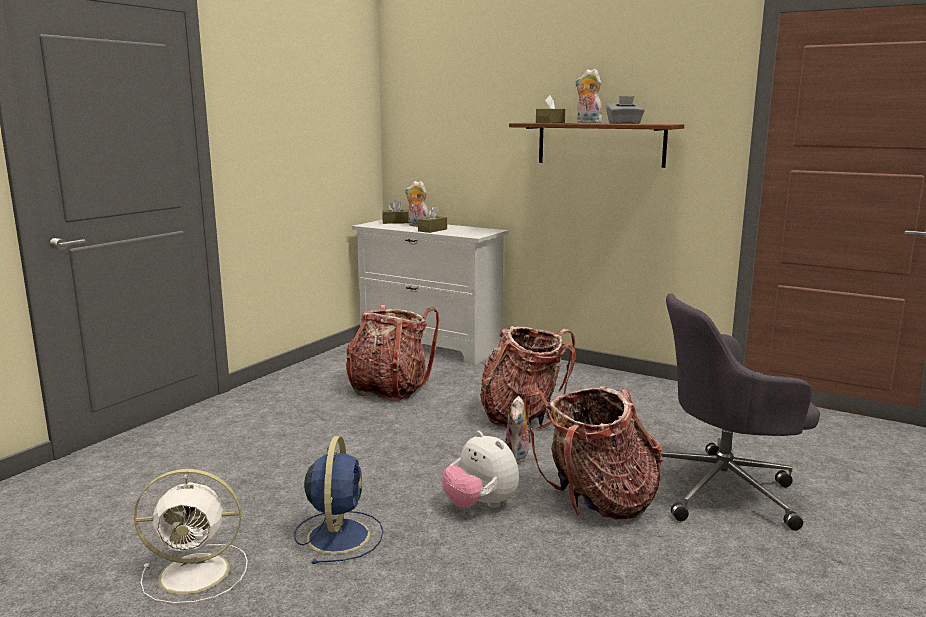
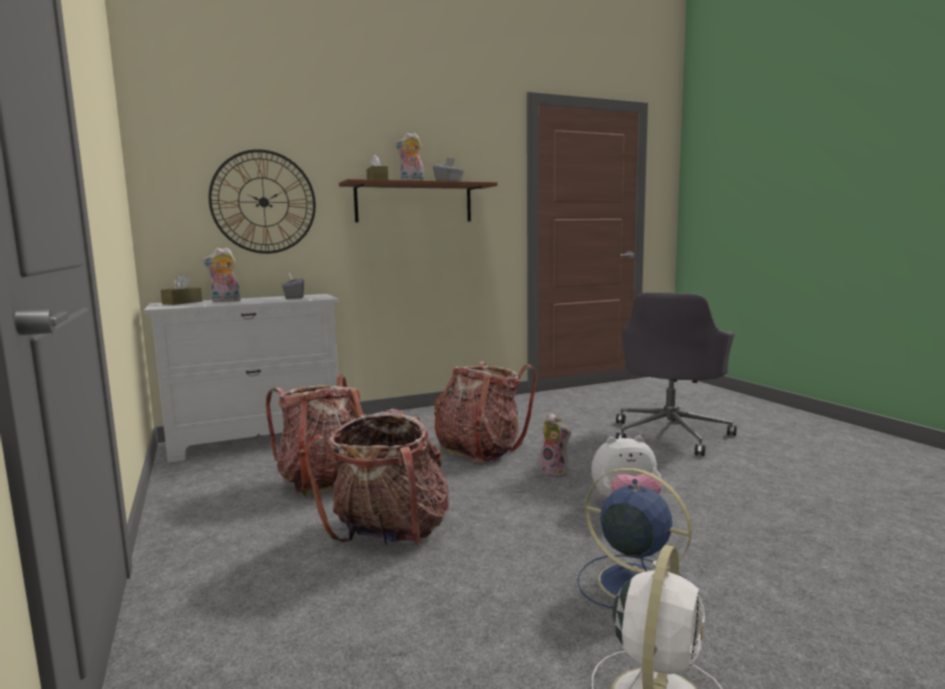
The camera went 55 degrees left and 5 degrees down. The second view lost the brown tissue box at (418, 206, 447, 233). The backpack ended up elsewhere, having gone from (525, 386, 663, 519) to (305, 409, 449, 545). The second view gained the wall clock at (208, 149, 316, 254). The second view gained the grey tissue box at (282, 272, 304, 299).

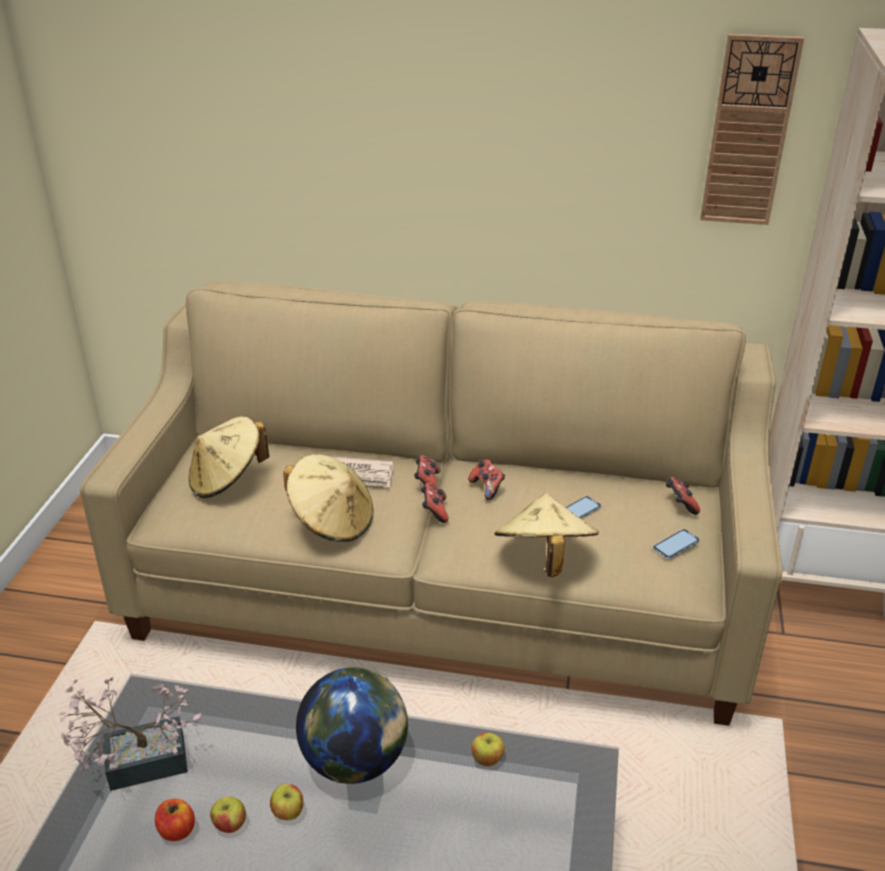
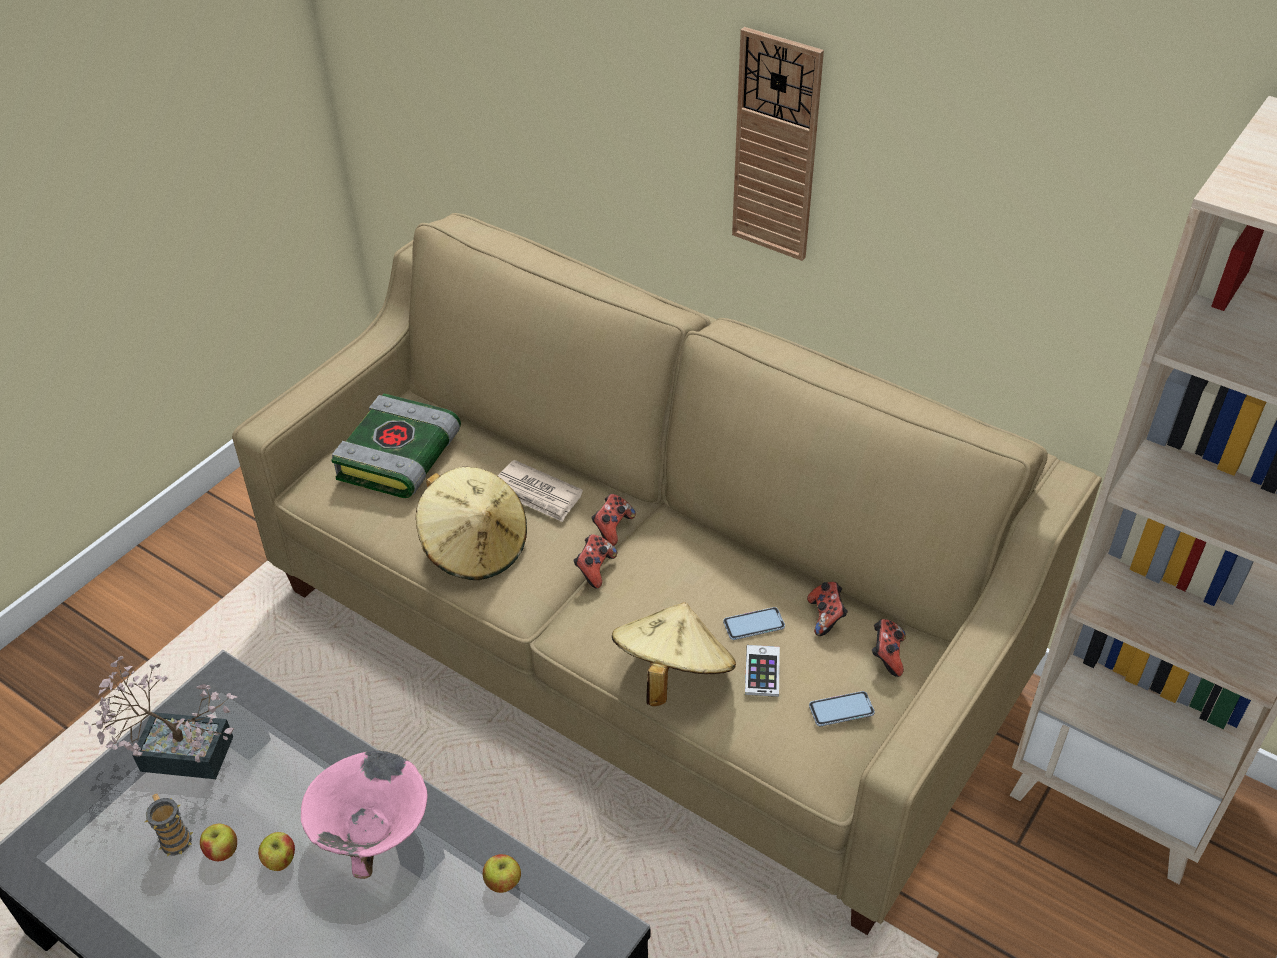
The camera went 25 degrees right and 10 degrees up. Where the apple stood at (155, 798, 195, 841), the mug came to stand at (145, 793, 193, 857). Where the beige hat stood at (189, 417, 269, 498), the book came to stand at (331, 393, 461, 498). Where the globe stood at (296, 667, 408, 784), the pink bowl came to stand at (301, 751, 428, 879). The game controller ended up elsewhere, having gone from (468, 459, 505, 500) to (807, 582, 848, 636). The wall clock ended up elsewhere, having gone from (700, 34, 804, 225) to (732, 27, 824, 261). The second view gained the phone at (745, 645, 780, 697).

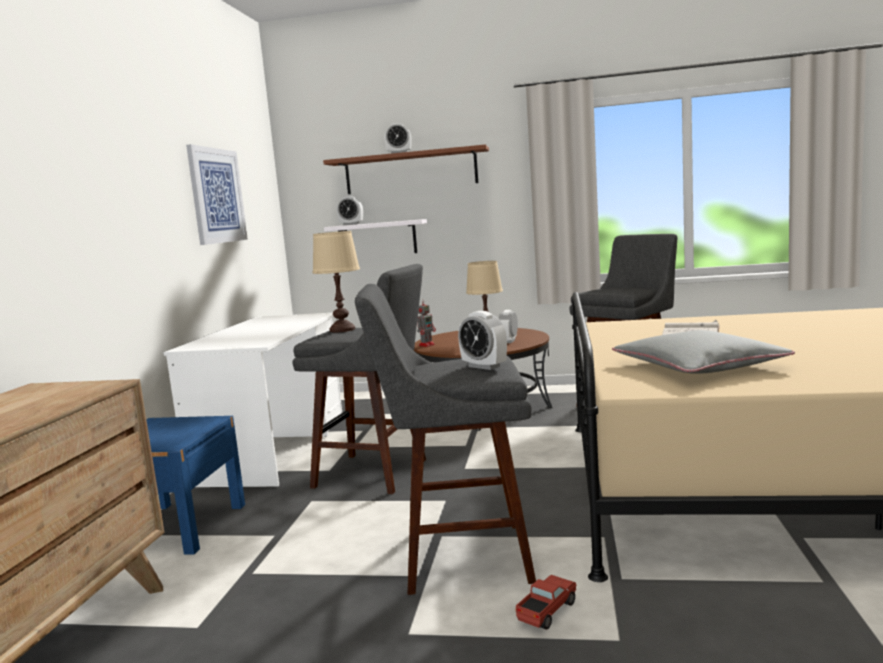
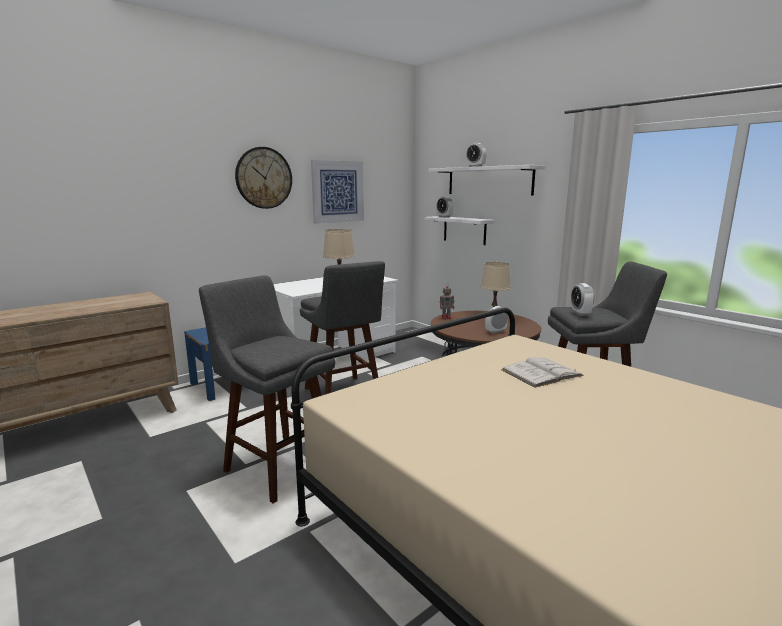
The camera went 40 degrees right and 5 degrees up. What was the brown shelf at (323, 145, 489, 194) turned into the white shelf at (428, 165, 545, 196). The alarm clock ended up elsewhere, having gone from (458, 311, 507, 370) to (571, 283, 594, 316). The second view lost the toy truck at (516, 575, 576, 630). The second view lost the grey pillow at (612, 330, 795, 374). The second view gained the wall clock at (235, 147, 292, 209).

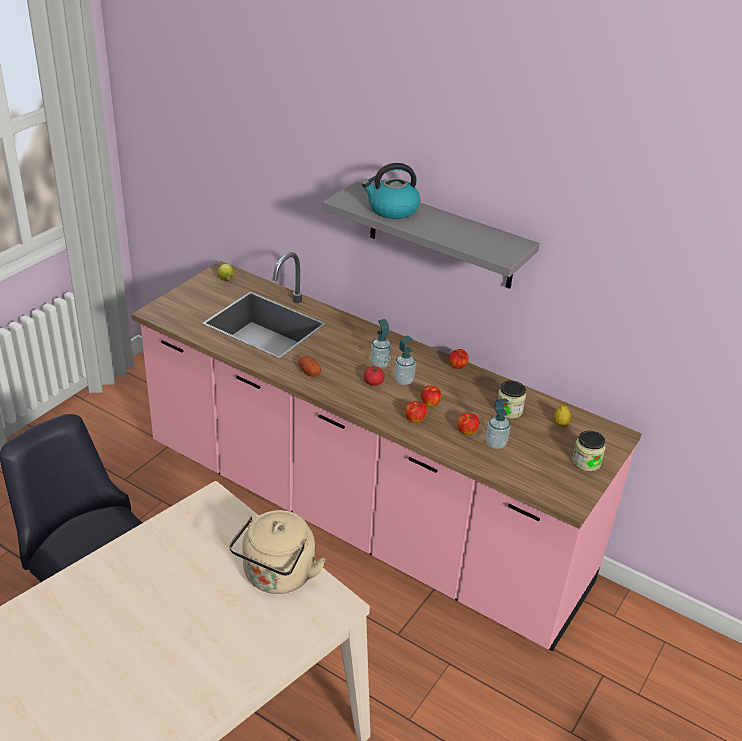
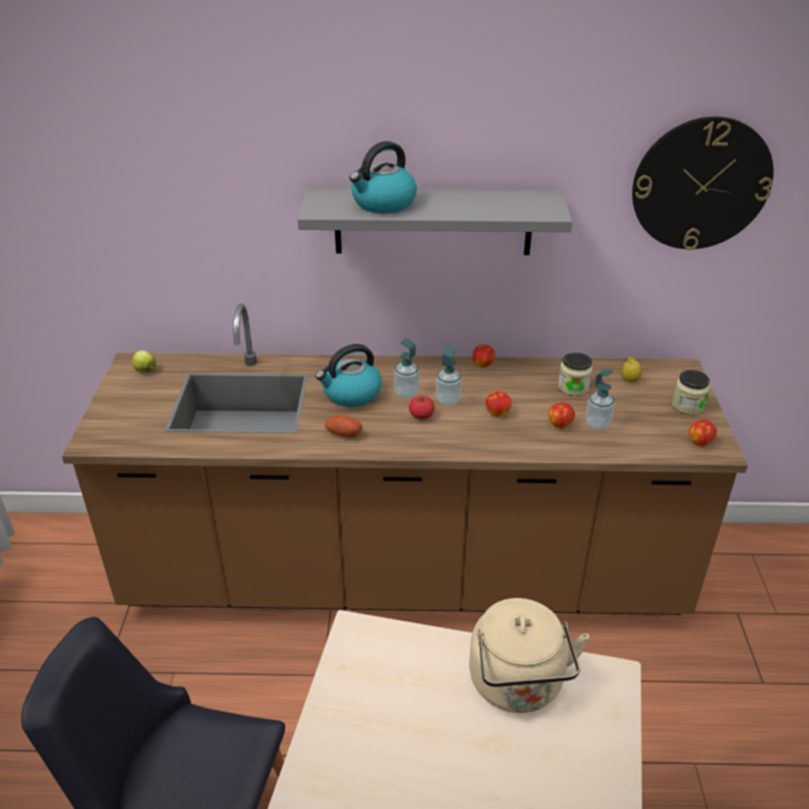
The camera went 30 degrees left and 0 degrees up. What was the pink counter at (131, 252, 642, 652) turned into the brown counter at (62, 304, 748, 615). The apple ended up elsewhere, having gone from (405, 401, 427, 423) to (689, 420, 717, 447). The second view gained the kettle at (315, 344, 382, 407). The second view gained the wall clock at (632, 117, 774, 250).

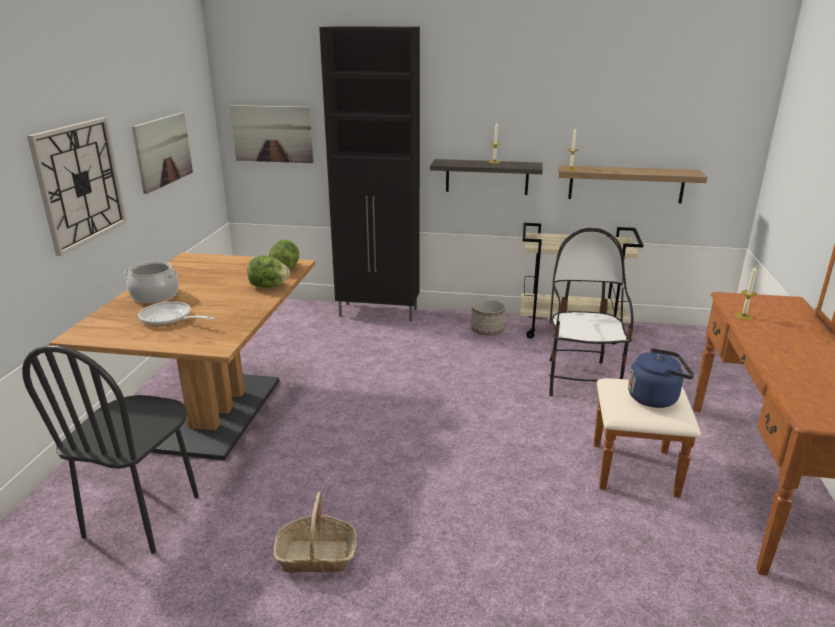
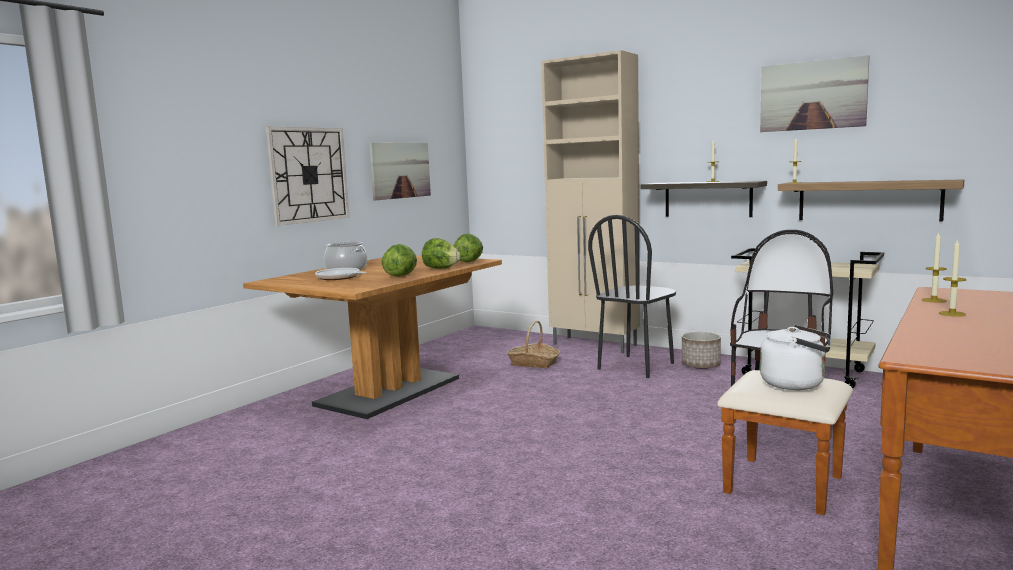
The camera went 25 degrees right and 15 degrees down. The black chair ended up elsewhere, having gone from (22, 345, 199, 554) to (588, 215, 676, 378). The picture ended up elsewhere, having gone from (230, 105, 314, 163) to (760, 55, 870, 132). The basket ended up elsewhere, having gone from (274, 492, 357, 573) to (507, 321, 560, 368). What was the black cabinet at (319, 26, 420, 322) turned into the beige cabinet at (541, 50, 640, 353). What was the blue kettle at (628, 348, 694, 408) turned into the white kettle at (760, 325, 831, 390). The second view gained the lettuce at (382, 244, 417, 277). The second view gained the candle at (939, 239, 966, 317).

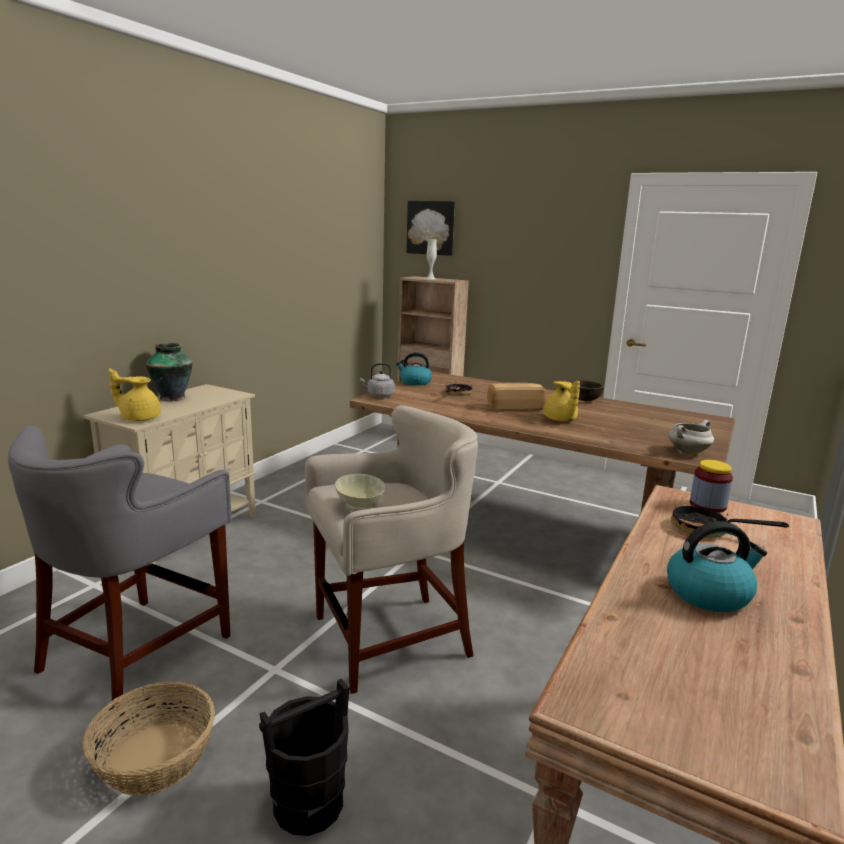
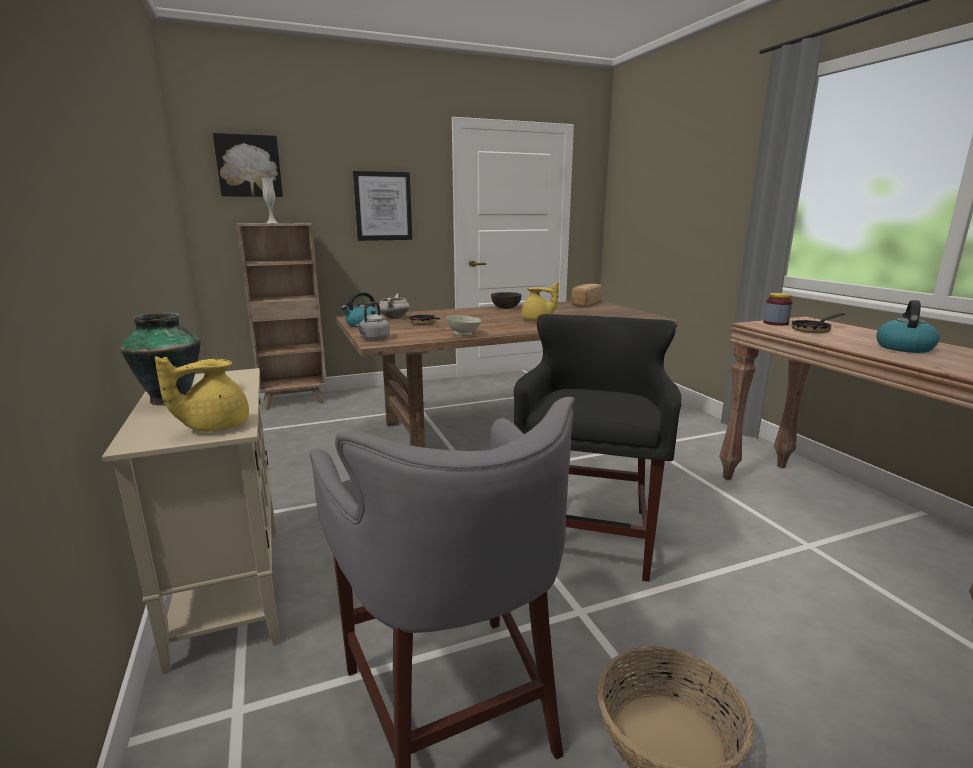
The camera went 50 degrees left and 0 degrees up. The second view lost the black bucket at (259, 678, 349, 836). What was the beige stool at (305, 405, 478, 694) turned into the black stool at (514, 314, 681, 582). The beige bowl ended up elsewhere, having gone from (335, 474, 385, 511) to (446, 315, 482, 336). The bread ended up elsewhere, having gone from (487, 383, 546, 411) to (571, 284, 602, 307). The white cooking pot ended up elsewhere, having gone from (668, 420, 714, 455) to (379, 294, 410, 319). The second view gained the picture at (353, 171, 412, 241).

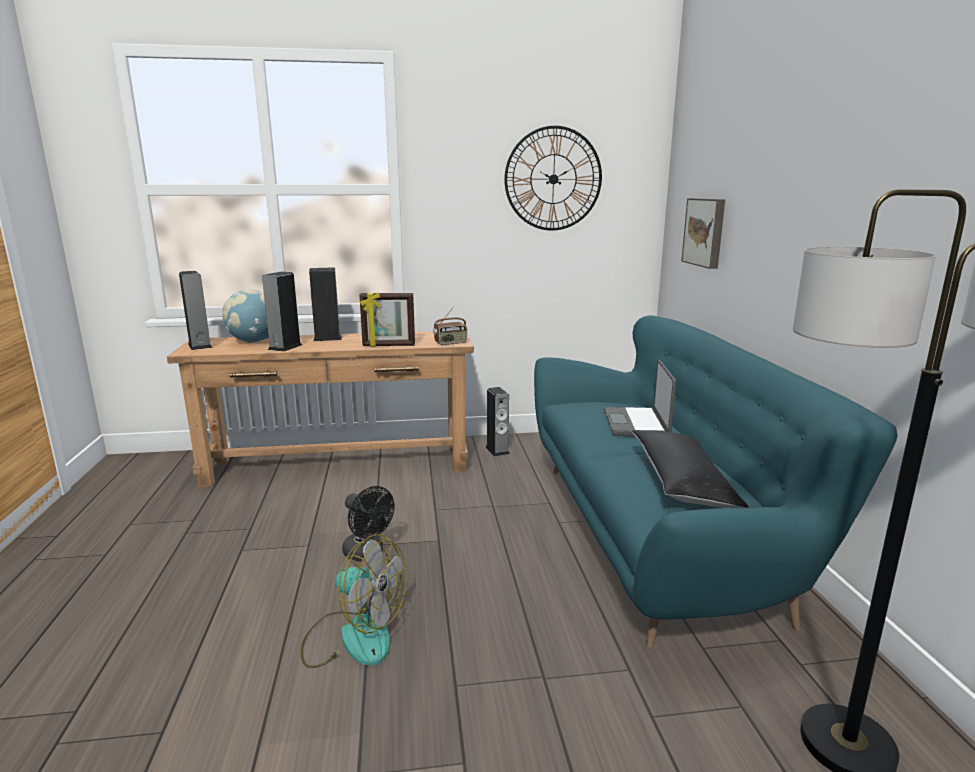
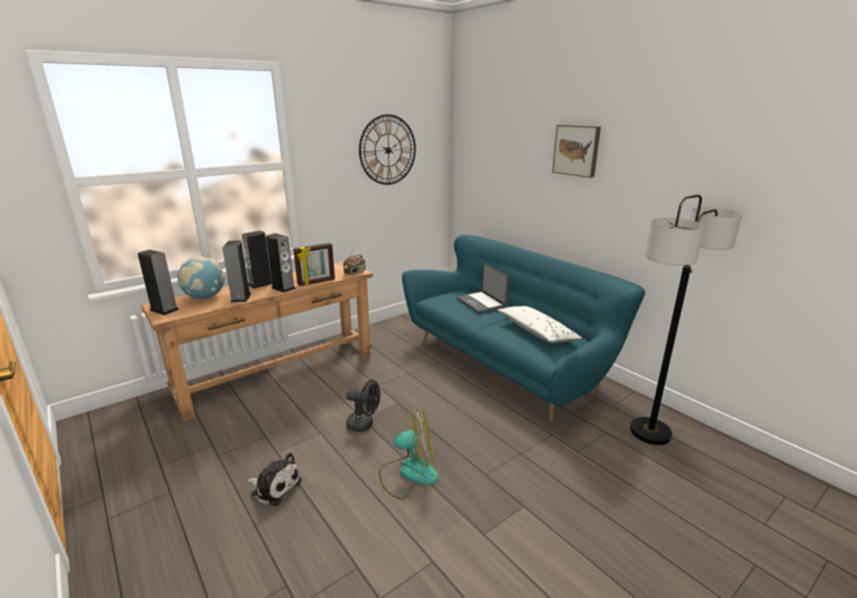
The camera went 30 degrees left and 5 degrees up. The speaker ended up elsewhere, having gone from (486, 387, 510, 456) to (266, 233, 296, 293). What was the black pillow at (632, 430, 749, 508) turned into the white pillow at (497, 306, 582, 343). The picture ended up elsewhere, having gone from (681, 198, 725, 269) to (552, 125, 601, 178). The second view gained the plush toy at (248, 453, 302, 506).

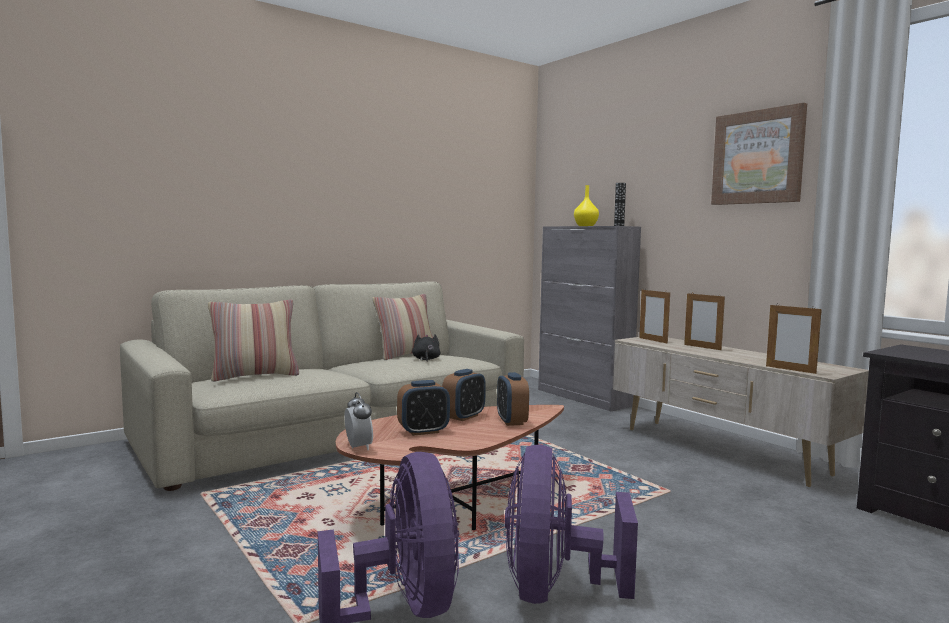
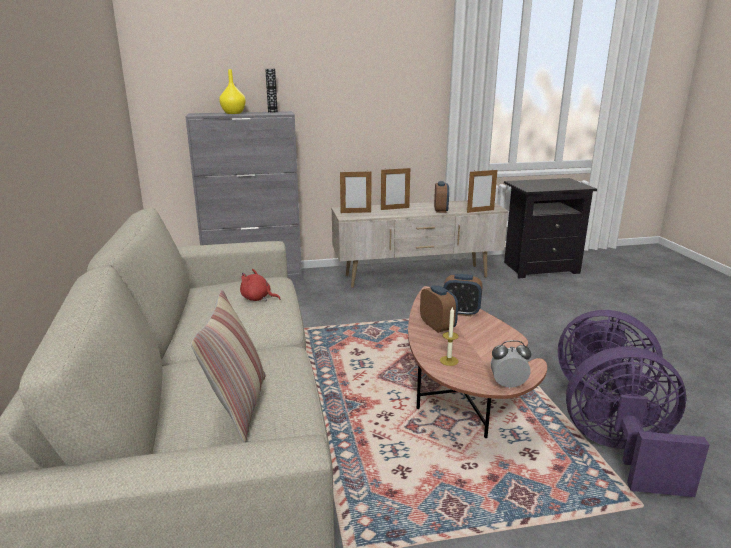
The camera went 65 degrees left and 15 degrees up. The second view lost the pillow at (372, 294, 433, 360). The alarm clock ended up elsewhere, having gone from (397, 380, 450, 436) to (434, 181, 449, 213). What was the black plush toy at (412, 334, 441, 361) turned into the red plush toy at (240, 269, 280, 301). The second view lost the picture at (711, 103, 807, 205). The second view gained the candle at (440, 306, 459, 366).

